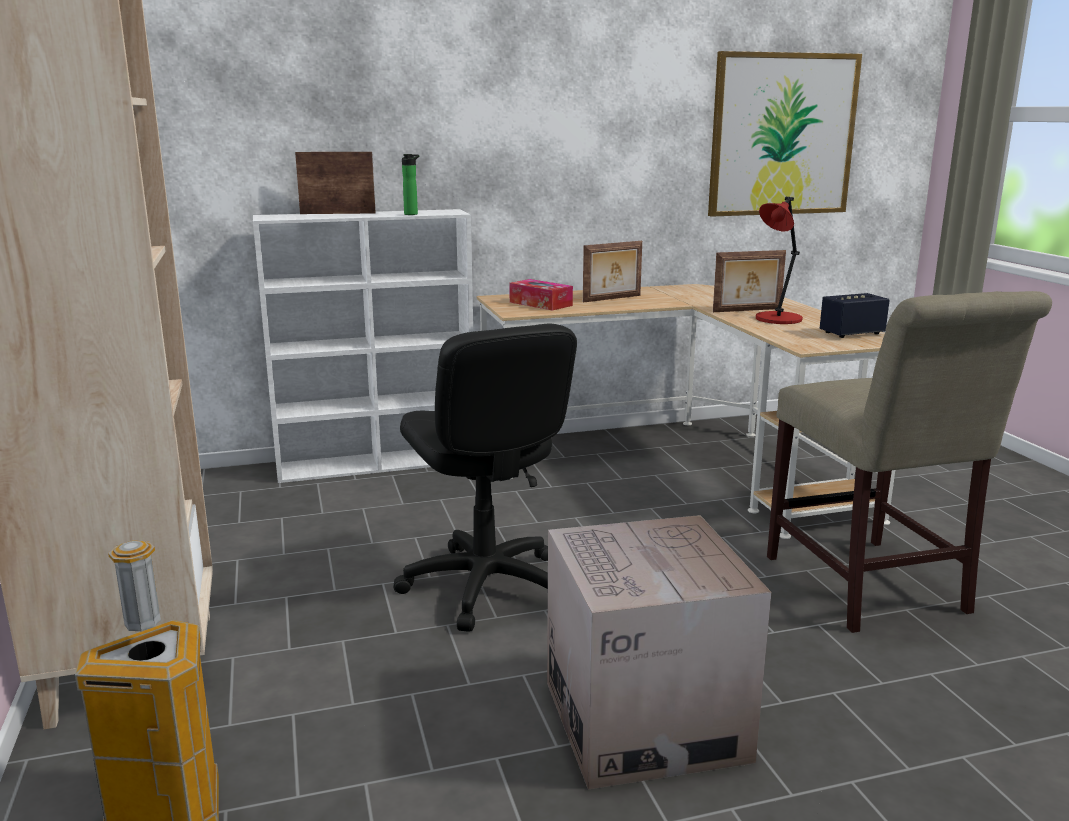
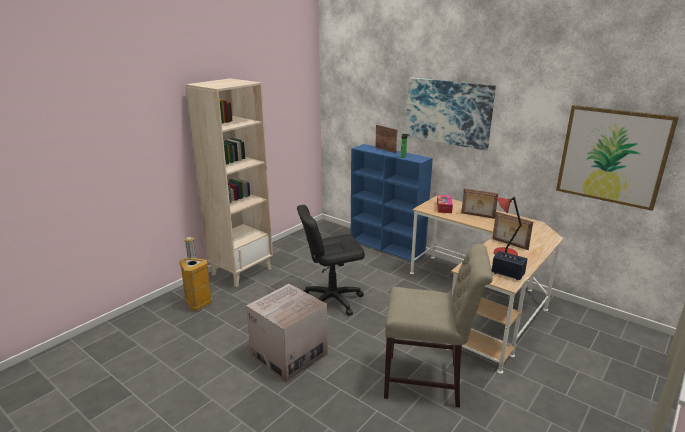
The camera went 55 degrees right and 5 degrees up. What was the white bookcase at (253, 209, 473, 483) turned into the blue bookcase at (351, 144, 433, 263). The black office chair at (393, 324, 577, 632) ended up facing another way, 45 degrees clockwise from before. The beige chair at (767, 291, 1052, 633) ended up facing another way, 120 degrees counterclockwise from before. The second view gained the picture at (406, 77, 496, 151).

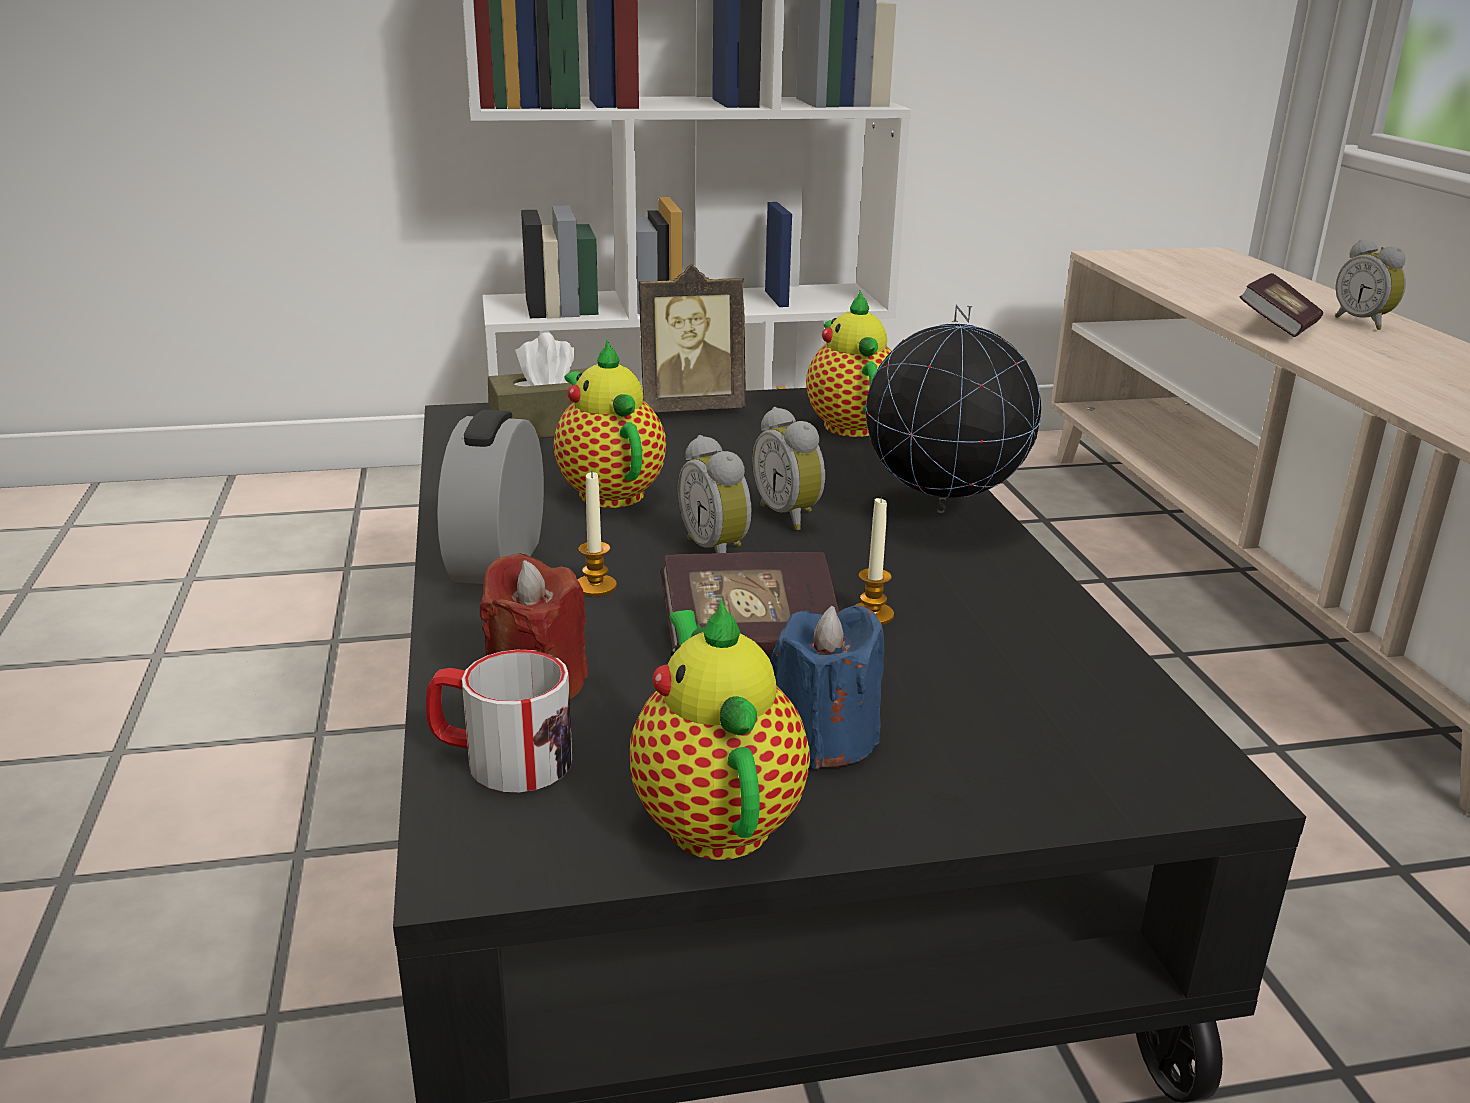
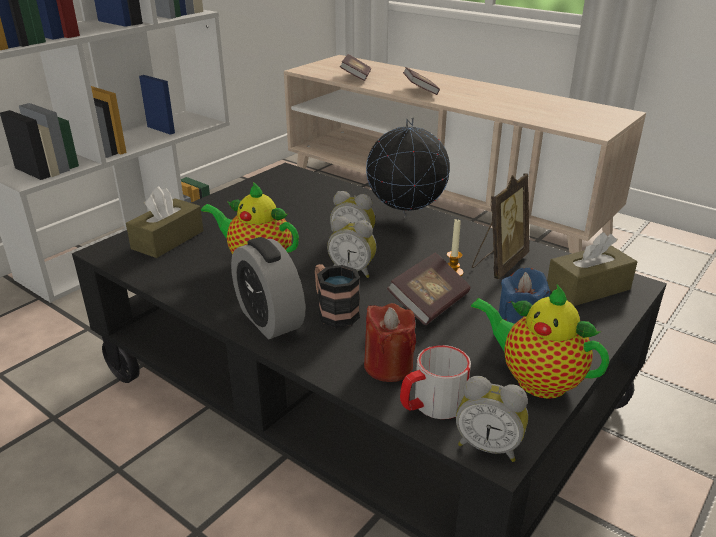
The camera went 40 degrees left and 5 degrees up. Where the candle stood at (577, 472, 617, 596), the mug came to stand at (315, 264, 360, 328). The picture frame ended up elsewhere, having gone from (639, 264, 746, 412) to (472, 173, 530, 279). The second view lost the teapot at (806, 291, 891, 437). The alarm clock ended up elsewhere, having gone from (1335, 239, 1406, 330) to (456, 376, 528, 462). The second view gained the book at (340, 54, 371, 81). The second view gained the brown tissue box at (547, 232, 637, 306).

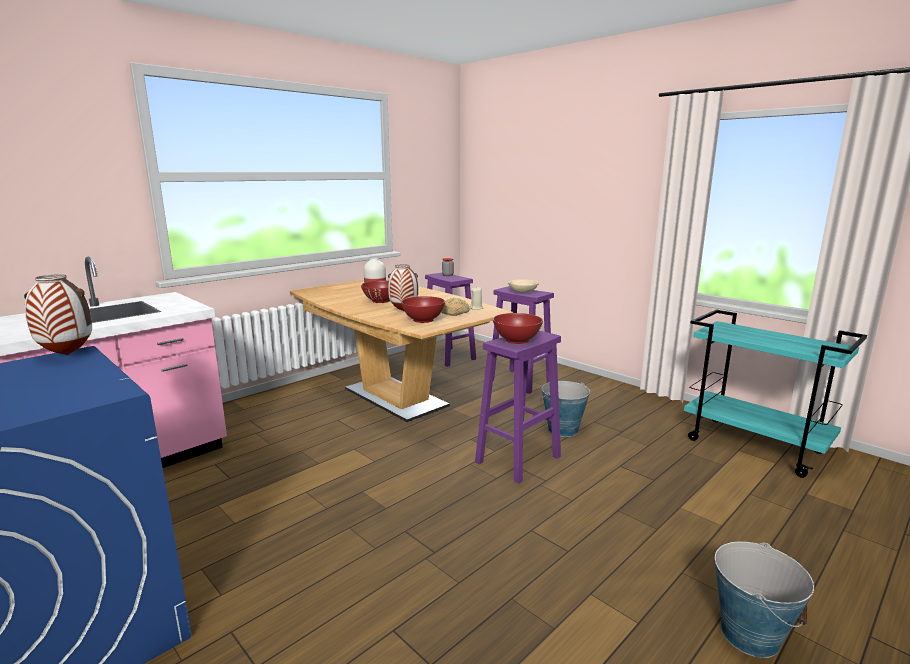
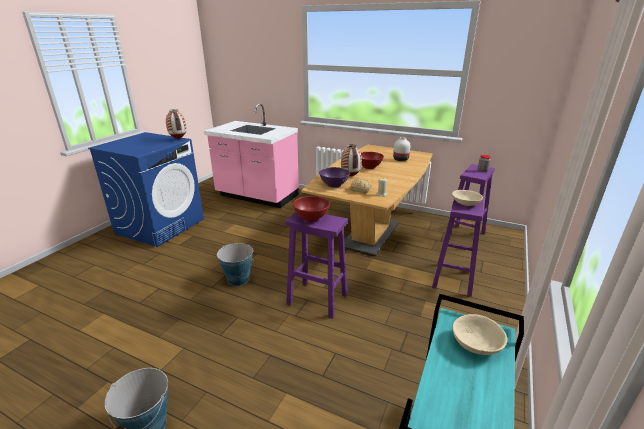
The camera went 70 degrees right and 10 degrees up. What was the red bowl at (401, 296, 445, 323) turned into the purple bowl at (319, 167, 350, 188). The bucket ended up elsewhere, having gone from (540, 381, 590, 437) to (217, 243, 254, 286). The second view gained the beige bowl at (453, 314, 507, 355).

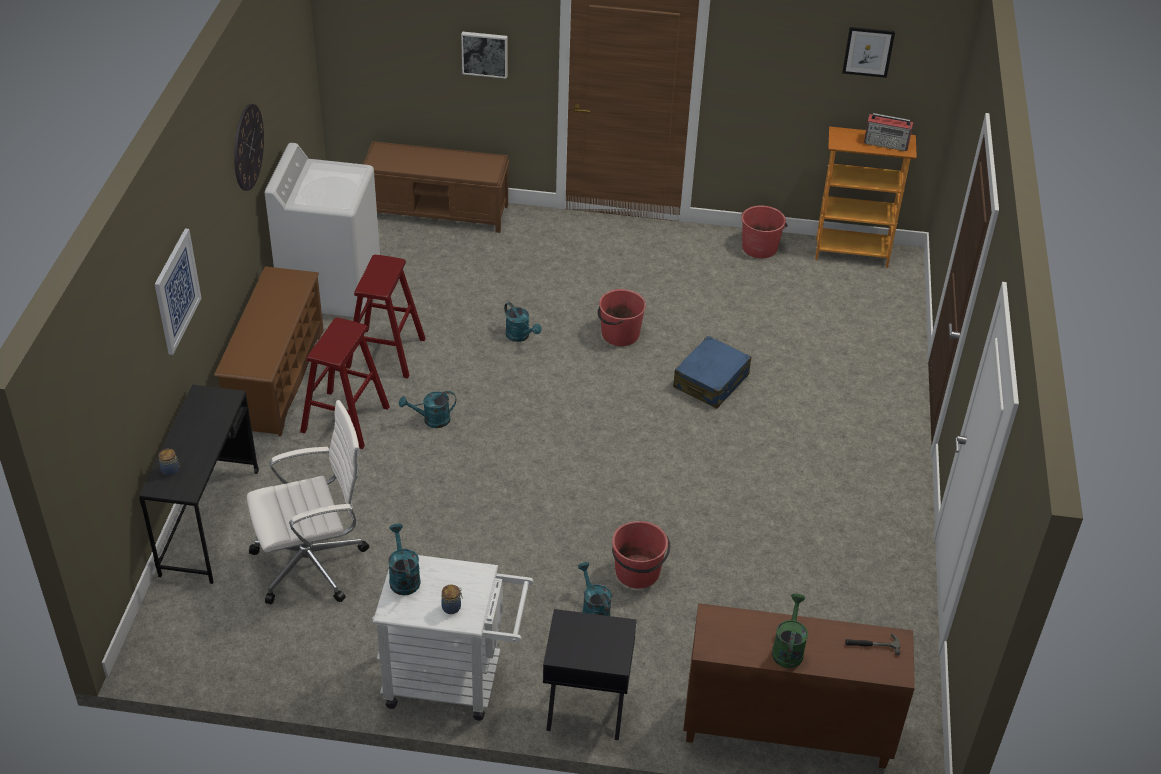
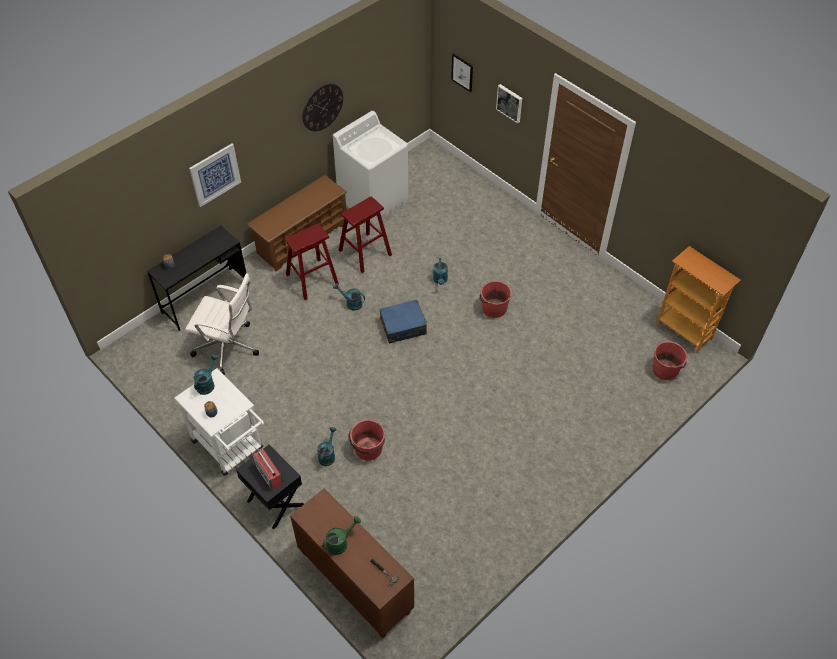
The camera went 40 degrees right and 10 degrees up. The second view lost the brown bench at (363, 141, 510, 233). The blue suitcase ended up elsewhere, having gone from (673, 336, 751, 409) to (380, 300, 427, 344). The red bucket ended up elsewhere, having gone from (741, 206, 787, 258) to (652, 341, 687, 380). The picture ended up elsewhere, having gone from (842, 27, 895, 78) to (451, 53, 473, 92). The radio ended up elsewhere, having gone from (864, 113, 913, 151) to (253, 449, 283, 490).

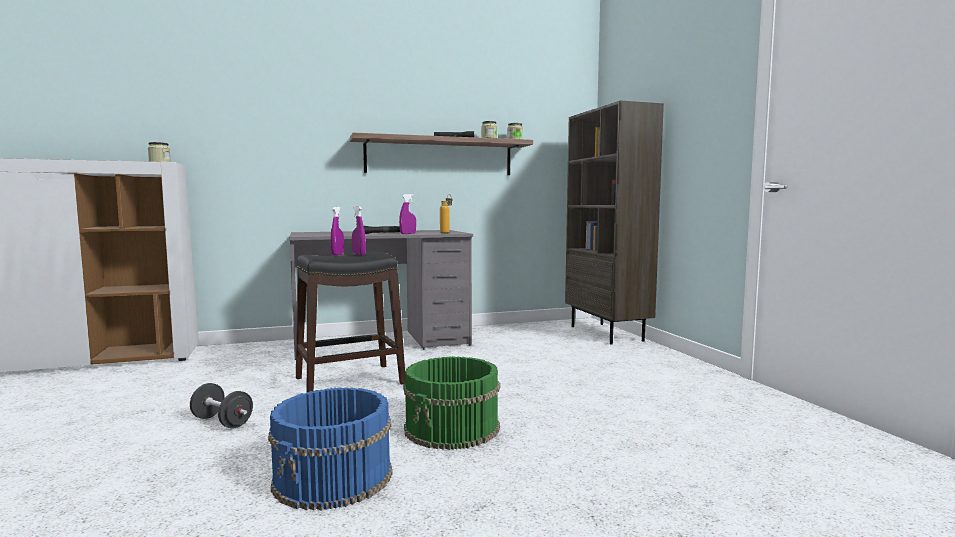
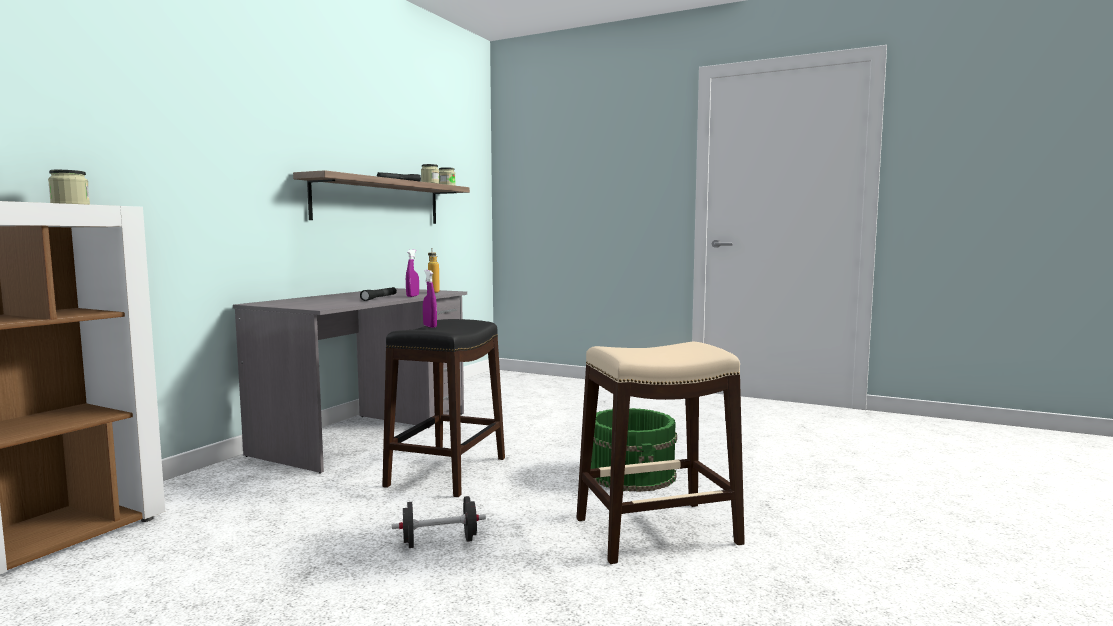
The camera went 45 degrees left and 0 degrees up. Where the blue bucket stood at (268, 387, 393, 511), the beige stool came to stand at (576, 342, 745, 564). The second view lost the purple spray bottle at (352, 206, 366, 255). The second view lost the brown bookcase at (565, 101, 664, 345).

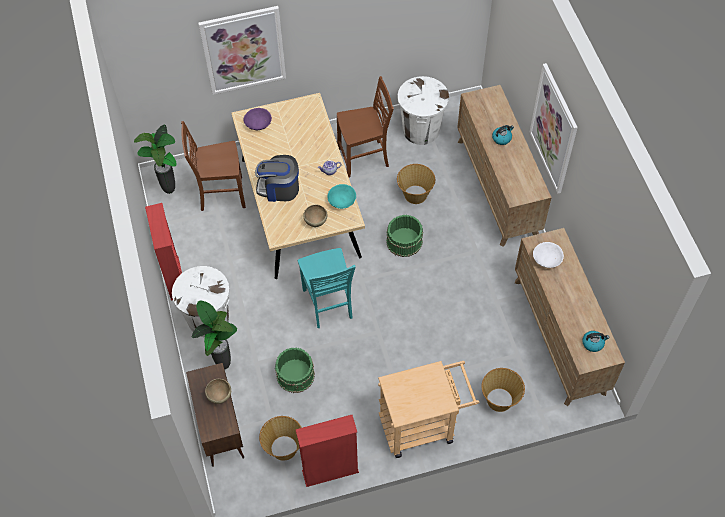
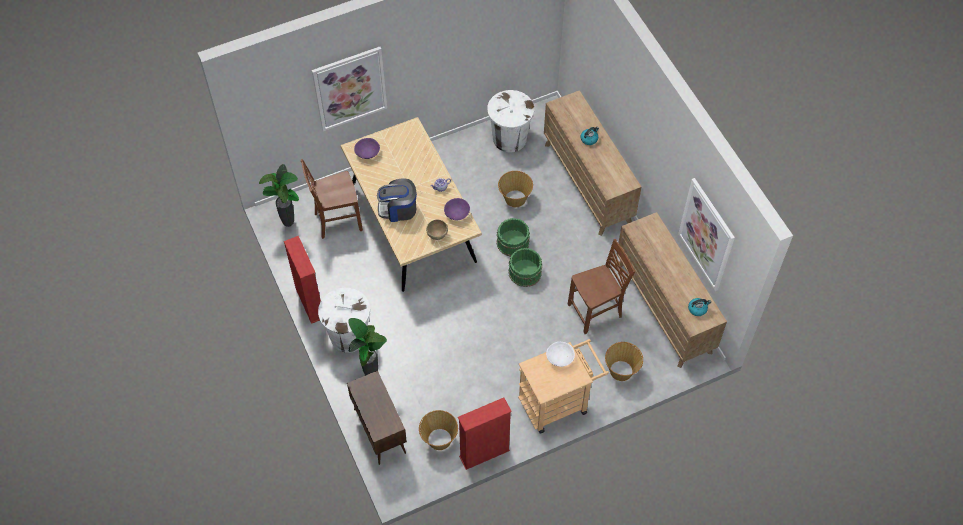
The camera went 10 degrees left and 0 degrees up. The second view lost the brown bowl at (205, 379, 231, 404). The green bucket ended up elsewhere, having gone from (275, 347, 315, 393) to (509, 248, 542, 287). The second view lost the turquoise chair at (298, 248, 356, 328). What was the turquoise bowl at (327, 184, 356, 209) turned into the purple bowl at (444, 198, 470, 221). The brown chair ended up elsewhere, having gone from (337, 76, 394, 178) to (568, 239, 635, 334). The picture ended up elsewhere, having gone from (530, 63, 578, 194) to (678, 178, 735, 291). The white bowl ended up elsewhere, having gone from (533, 242, 564, 268) to (546, 342, 575, 367).

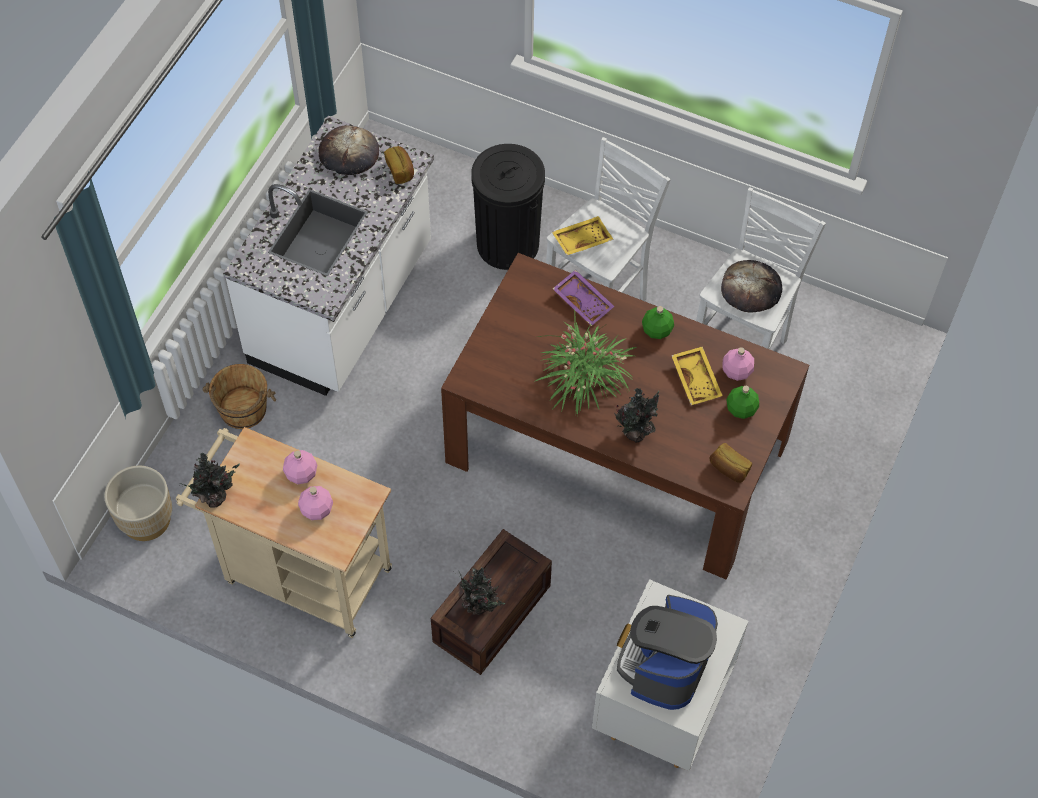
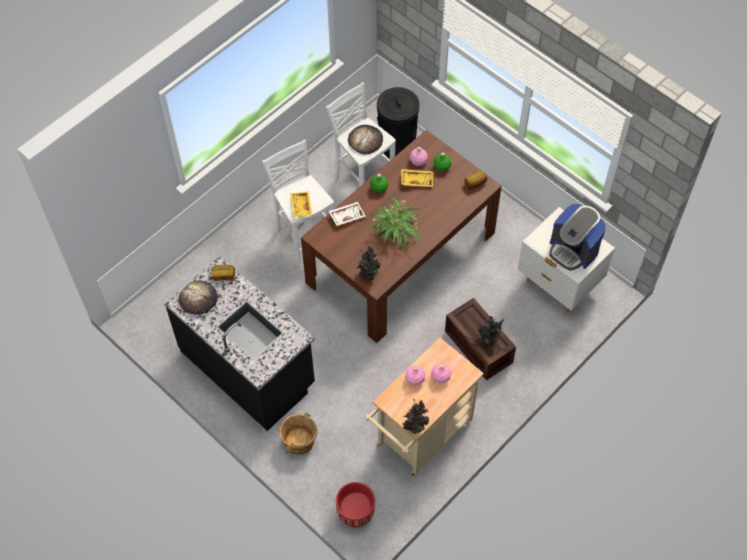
The camera went 70 degrees left and 0 degrees up. What was the beige planter at (104, 466, 172, 541) turned into the red planter at (336, 482, 375, 528). What was the white counter at (223, 116, 434, 396) turned into the black counter at (164, 256, 315, 431). The black trash can ended up elsewhere, having gone from (471, 144, 545, 270) to (377, 87, 419, 159). What was the purple tray at (553, 270, 614, 326) turned into the white tray at (329, 202, 366, 226). The potted plant ended up elsewhere, having gone from (614, 388, 659, 443) to (357, 246, 381, 281).

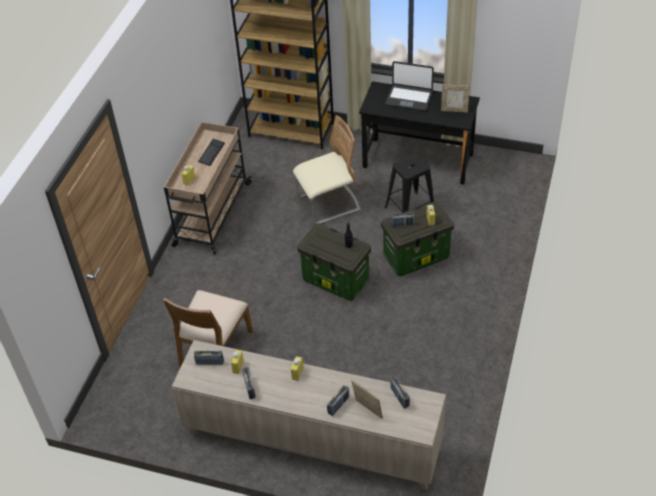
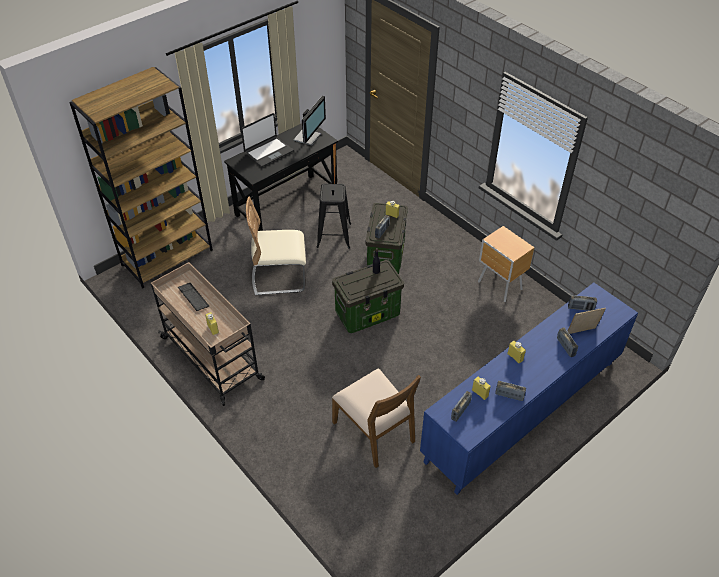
The camera went 60 degrees left and 0 degrees up. What was the beige cabinet at (172, 340, 446, 490) turned into the blue cabinet at (420, 283, 638, 495). The beige chair at (293, 115, 360, 224) ended up facing another way, 105 degrees counterclockwise from before. Where the picture frame stood at (441, 84, 470, 113), the monitor came to stand at (294, 96, 326, 146). The second view gained the brown nightstand at (478, 226, 535, 302).

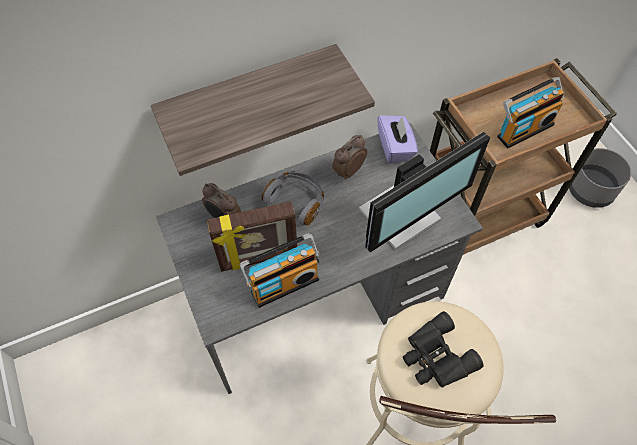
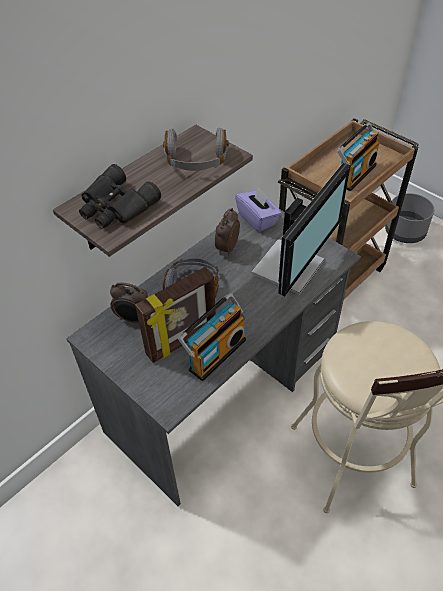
The camera went 20 degrees left and 10 degrees down. The black binoculars ended up elsewhere, having gone from (403, 311, 484, 388) to (79, 164, 161, 229). The second view gained the grey headphones at (163, 127, 229, 171).

